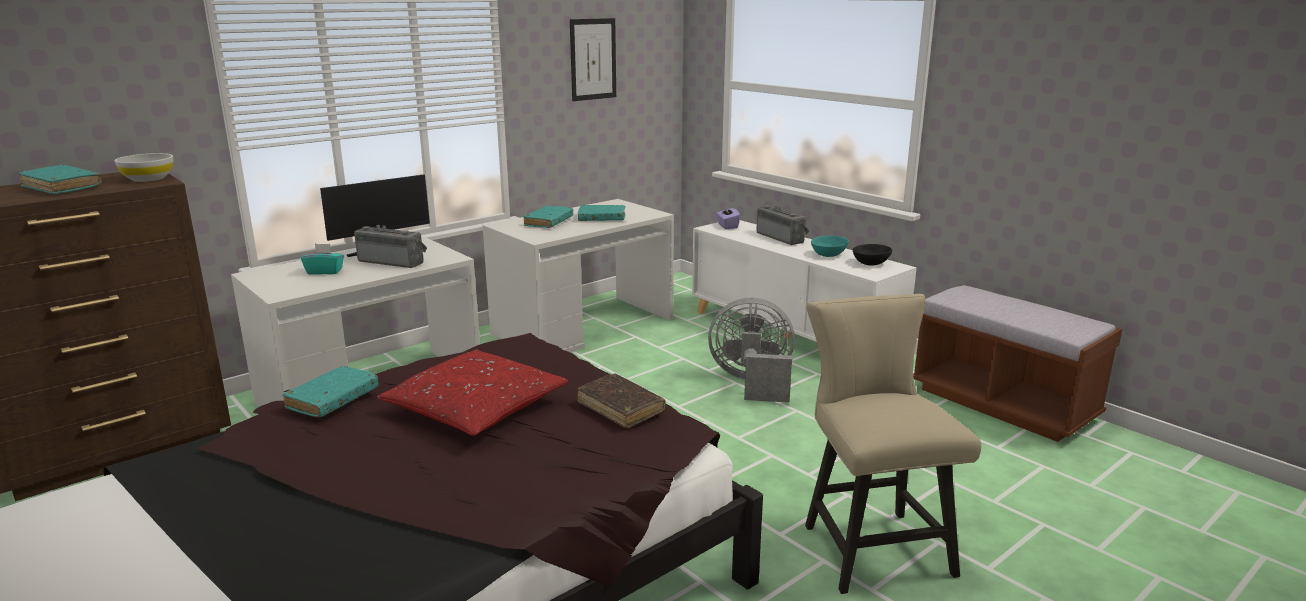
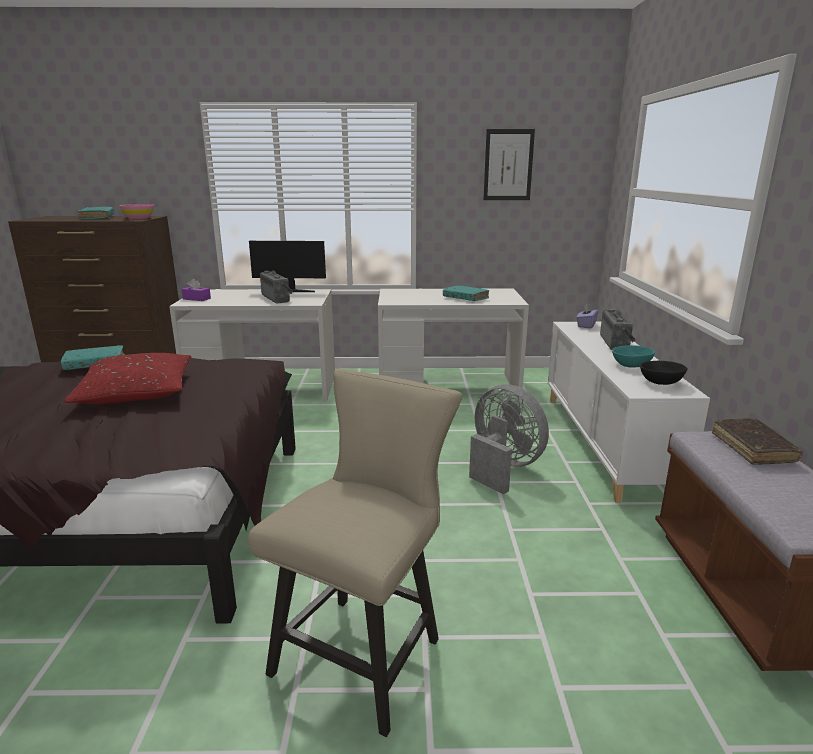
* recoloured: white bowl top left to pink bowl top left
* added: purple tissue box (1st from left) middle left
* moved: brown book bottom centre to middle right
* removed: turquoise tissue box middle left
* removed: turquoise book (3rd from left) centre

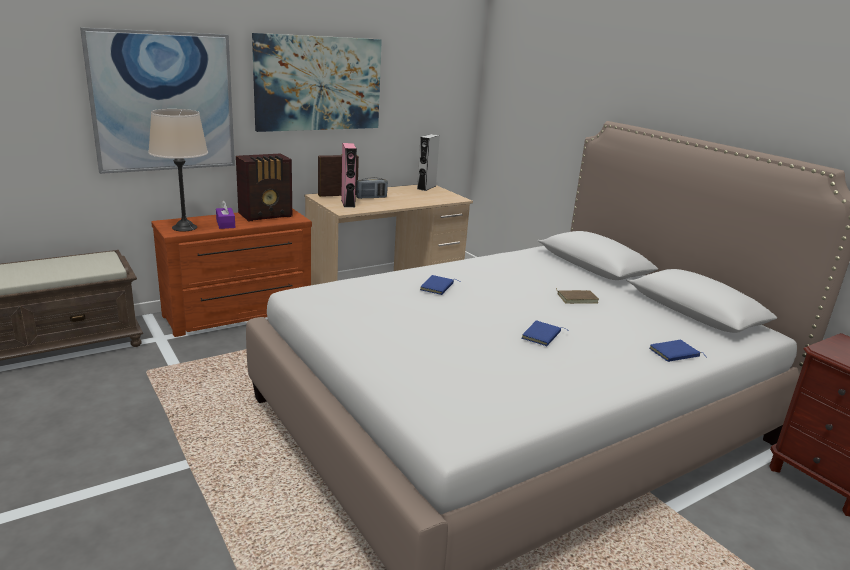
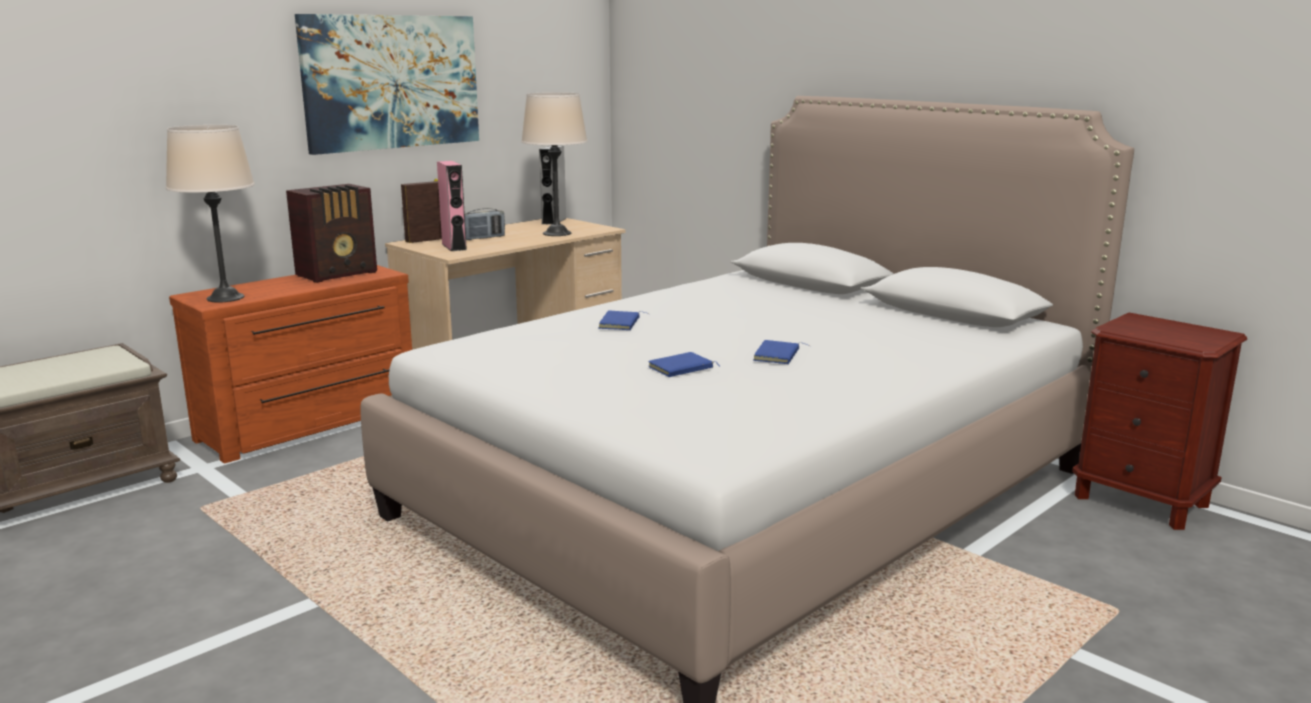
* added: beige table lamp (2nd from left) top centre
* moved: blue book (3rd from left in the first image) middle right to blue book (2nd from left) centre
* removed: picture (1st from left) top left
* removed: purple tissue box middle left
* removed: brown book middle right

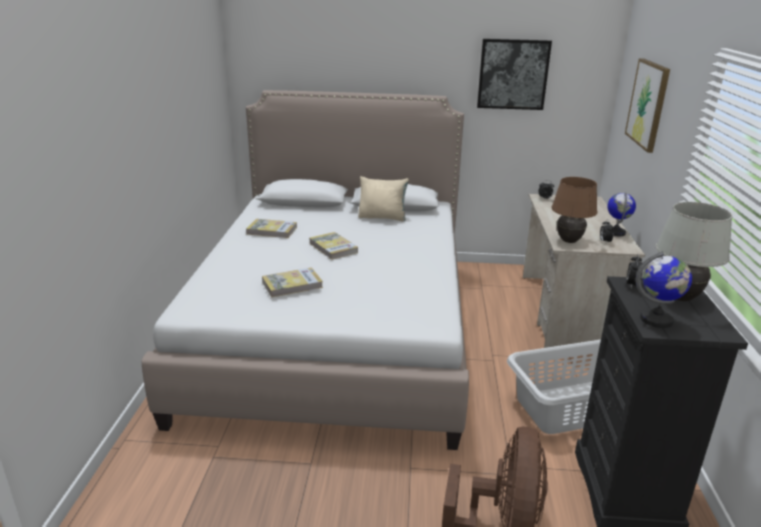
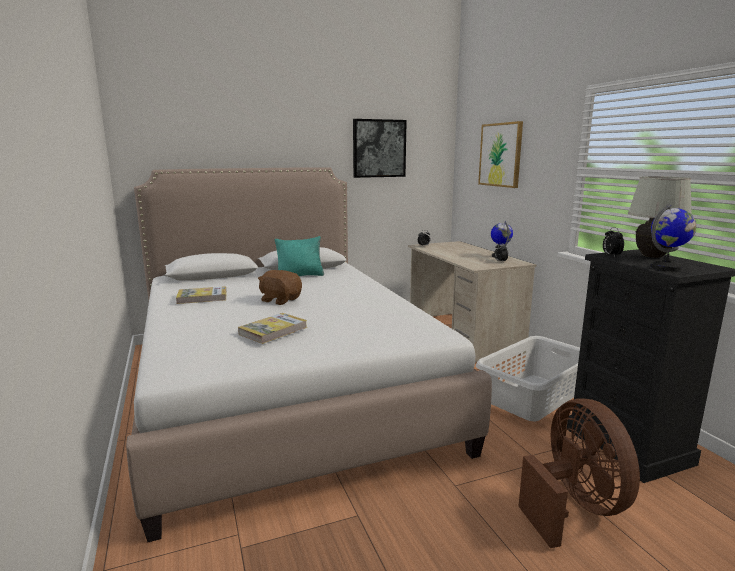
* replaced: book (3rd from left) centre to brown plush toy centre
* recoloured: beige pillow centre to turquoise pillow centre
* removed: brown table lamp middle right

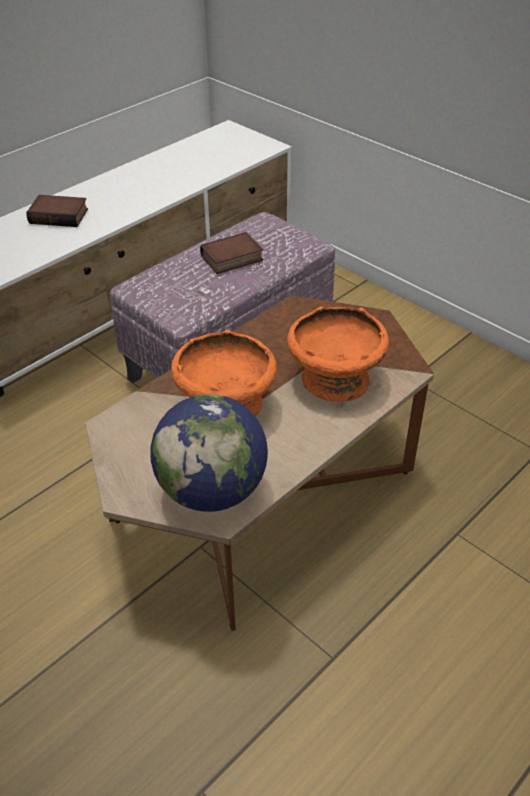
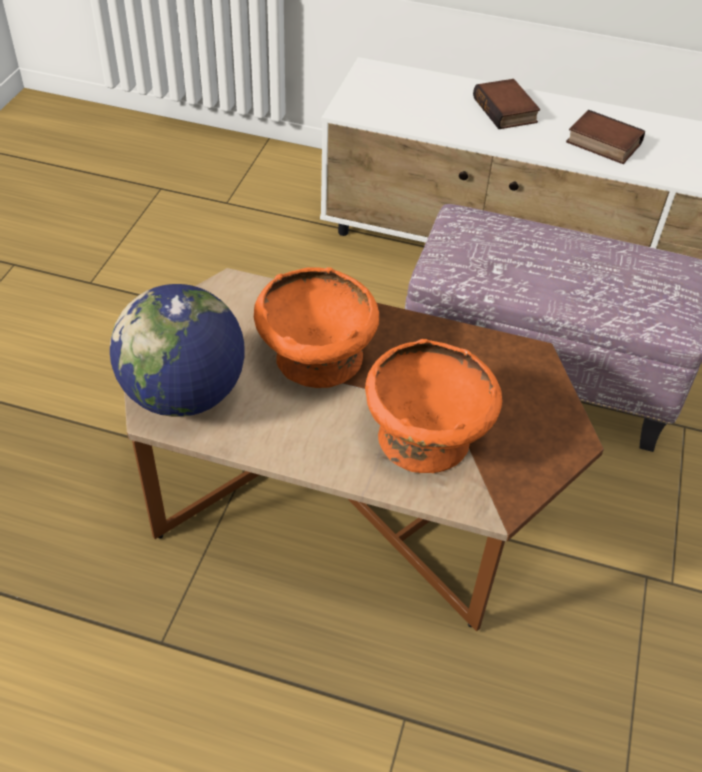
* moved: book (2nd from left) top centre to top right

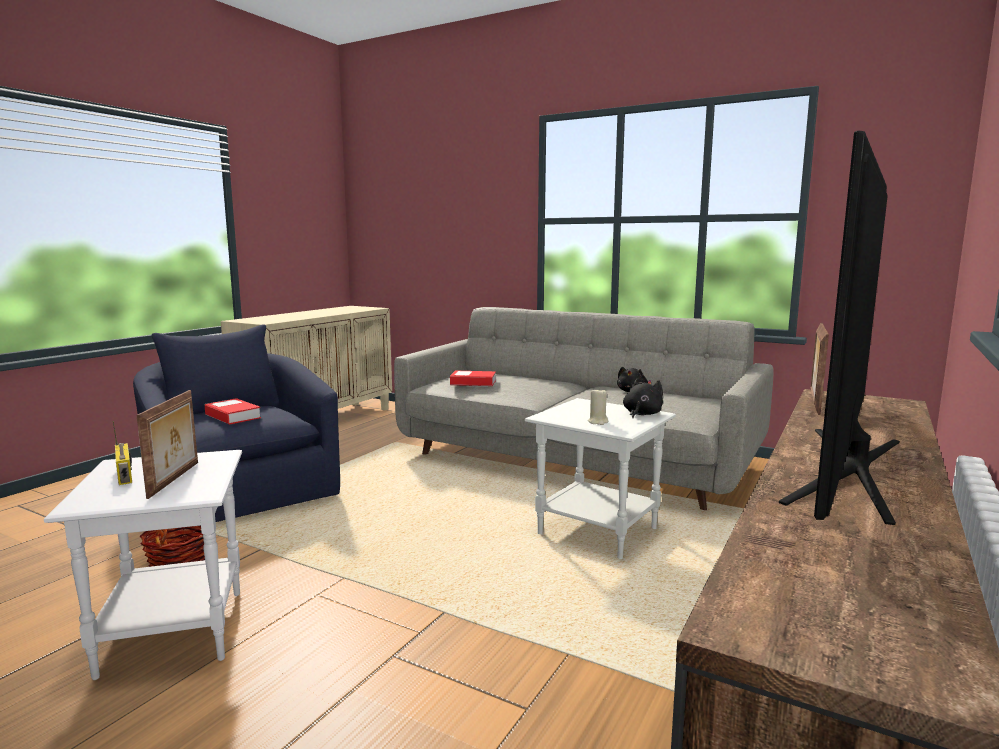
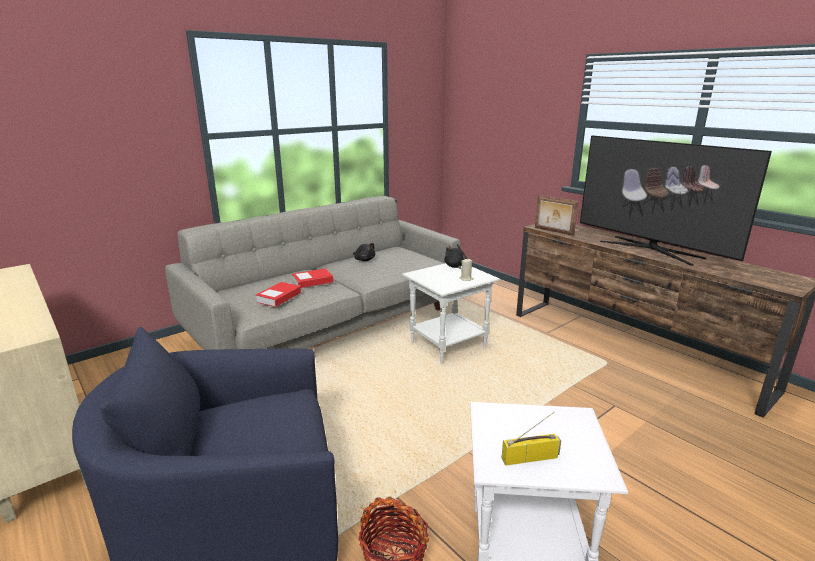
* moved: book (1st from left in the first image) middle left to book (2nd from left) centre
* removed: picture frame (1st from left) middle left

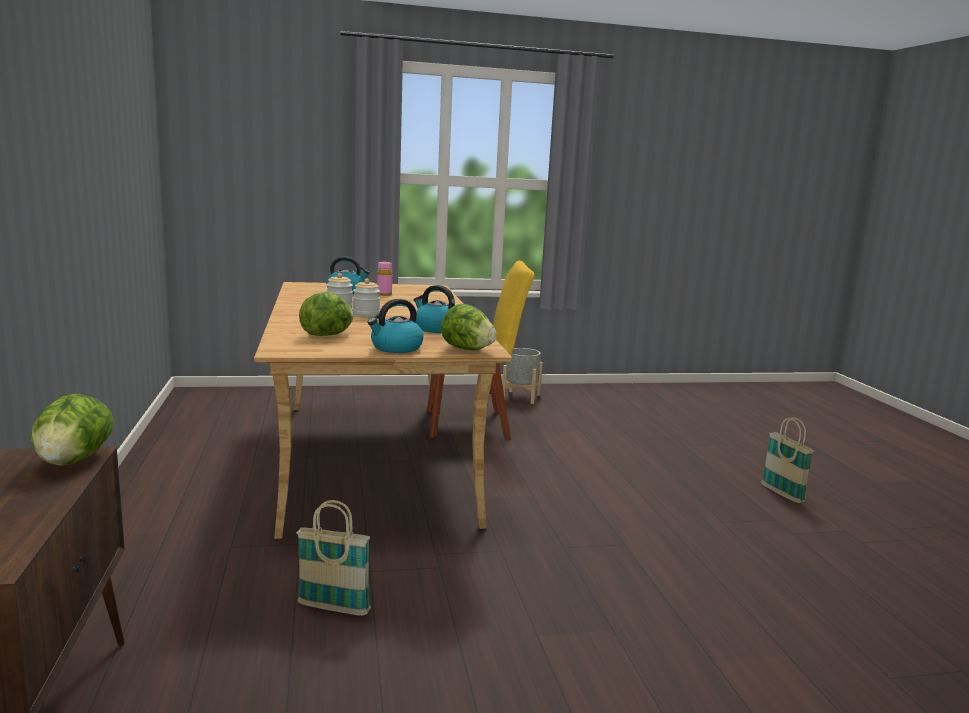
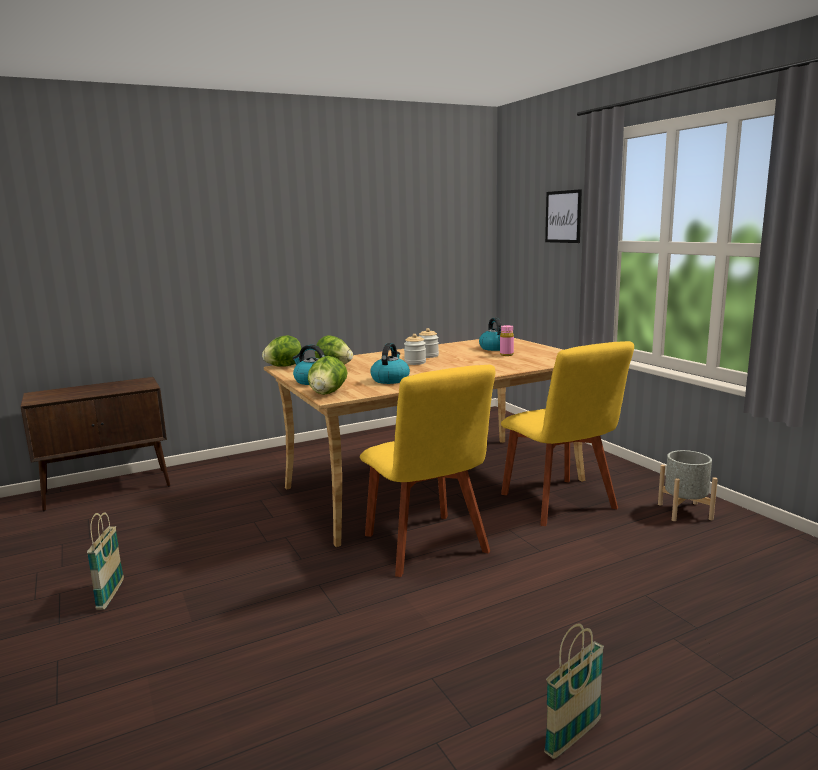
* moved: basket (1st from left) bottom centre to bottom left
* moved: lettuce (1st from left) middle left to centre
* added: yellow chair (1st from left) centre
* added: picture top right

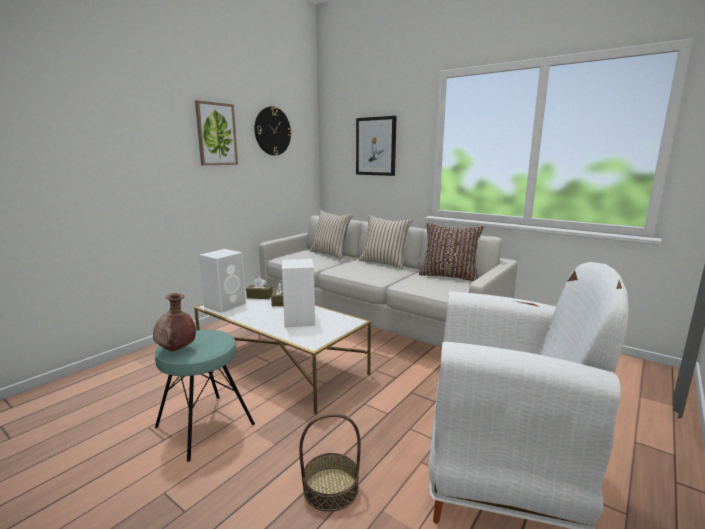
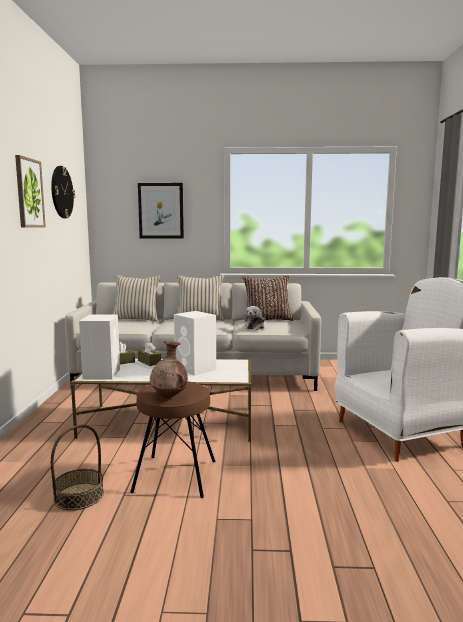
* moved: basket bottom centre to bottom left
* recoloured: turquoise stool bottom left to brown stool bottom centre
* added: plush toy centre

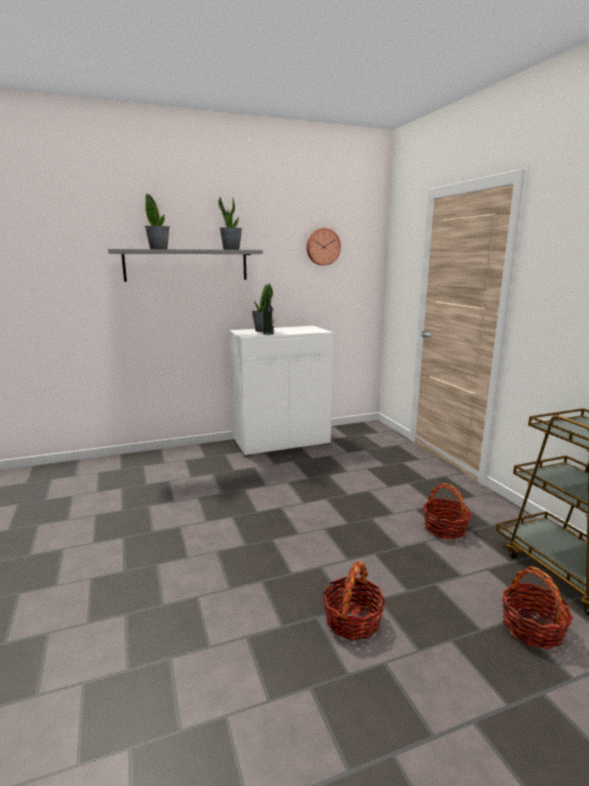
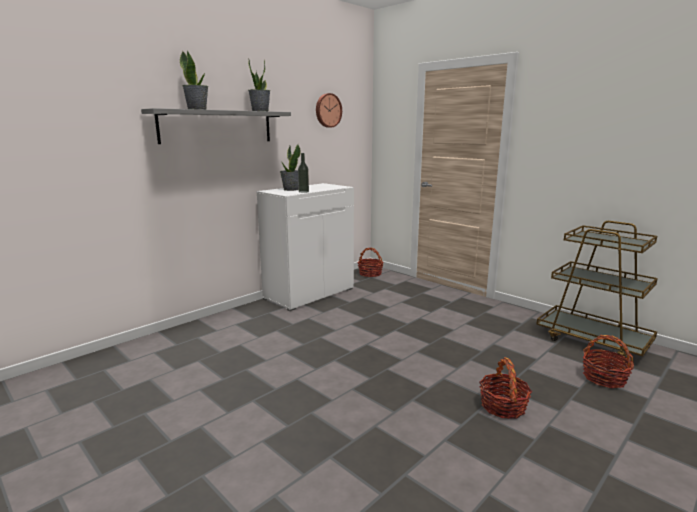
* moved: basket (2nd from left in the first image) middle right to basket (1st from left) centre

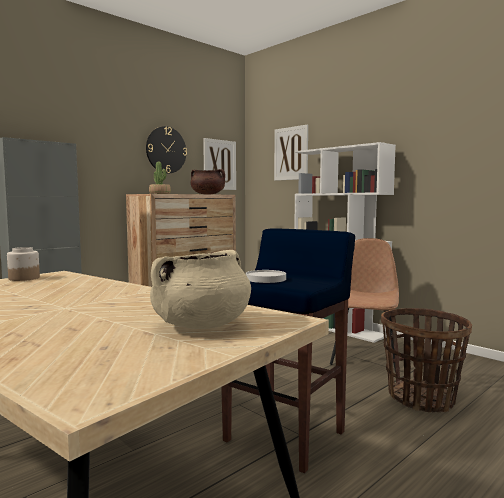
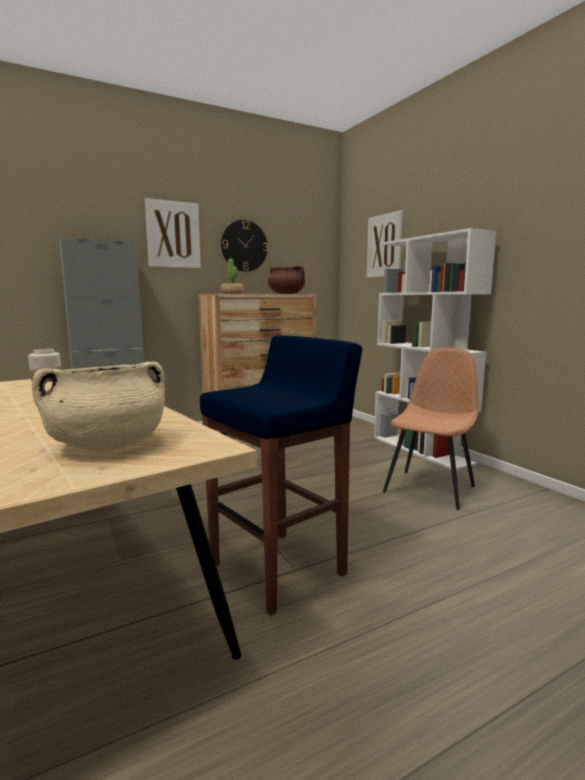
* moved: picture (1st from left) top centre to top left
* removed: white plate centre
* removed: basket bottom right

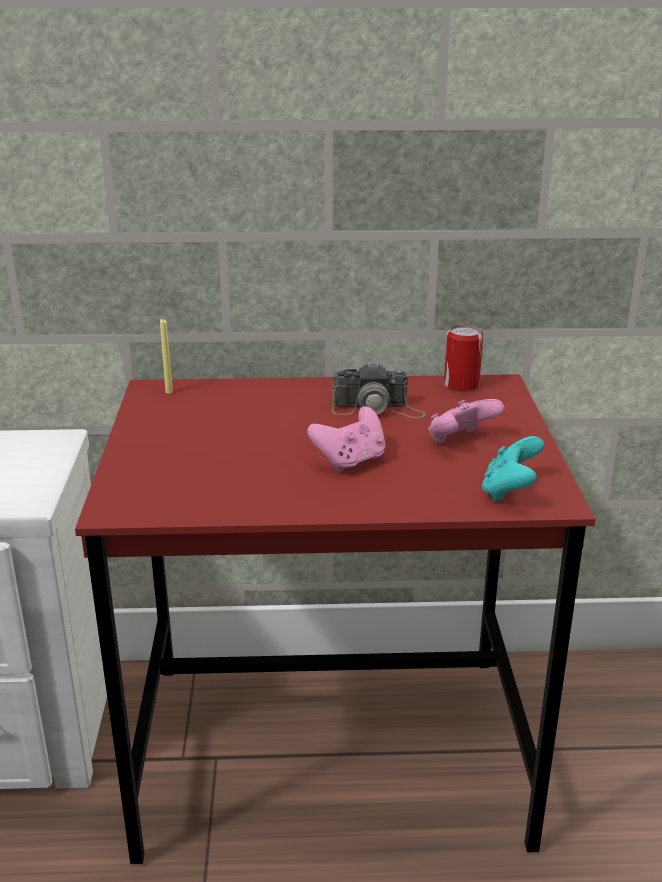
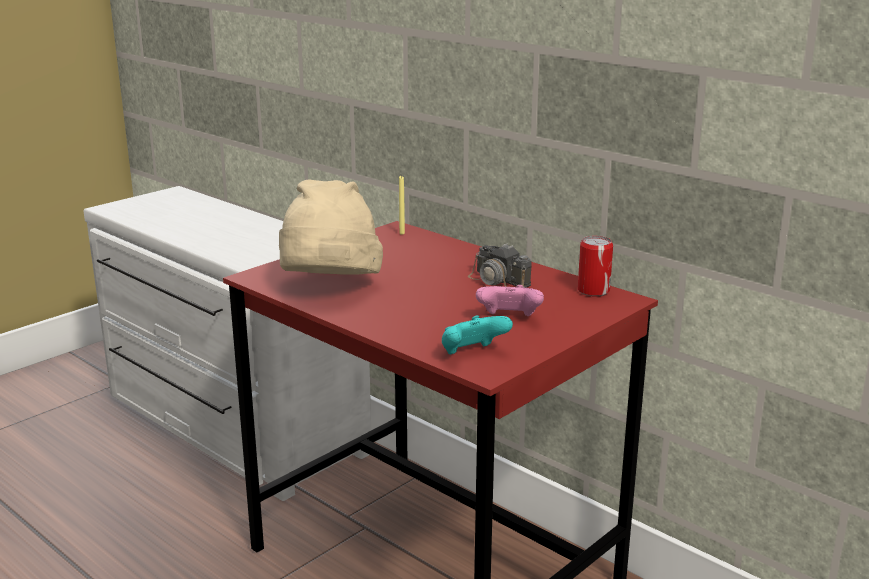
* added: beige hat centre
* removed: pink game controller (1st from left) centre

